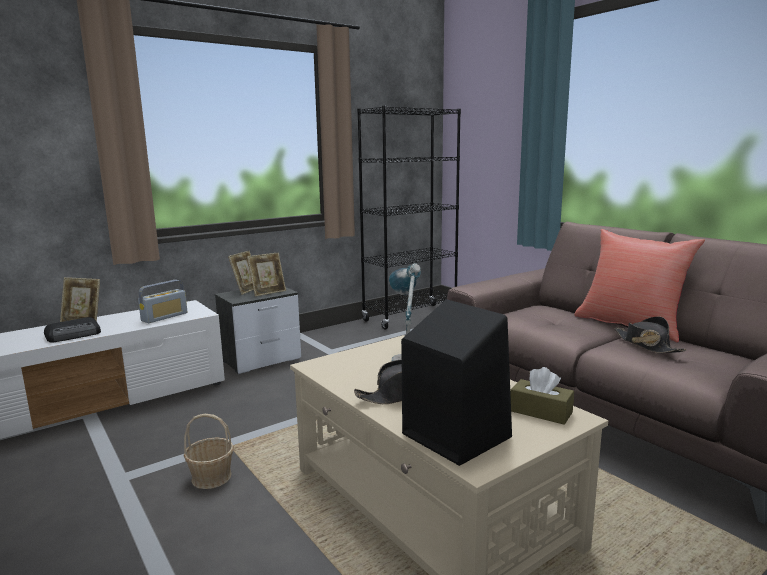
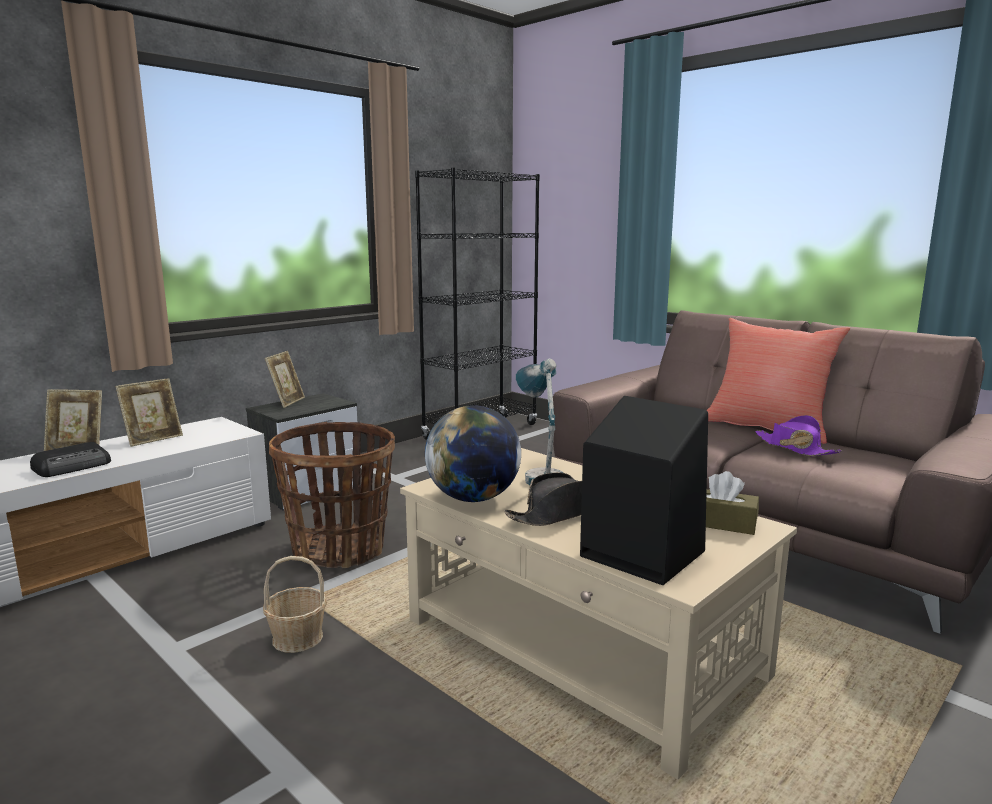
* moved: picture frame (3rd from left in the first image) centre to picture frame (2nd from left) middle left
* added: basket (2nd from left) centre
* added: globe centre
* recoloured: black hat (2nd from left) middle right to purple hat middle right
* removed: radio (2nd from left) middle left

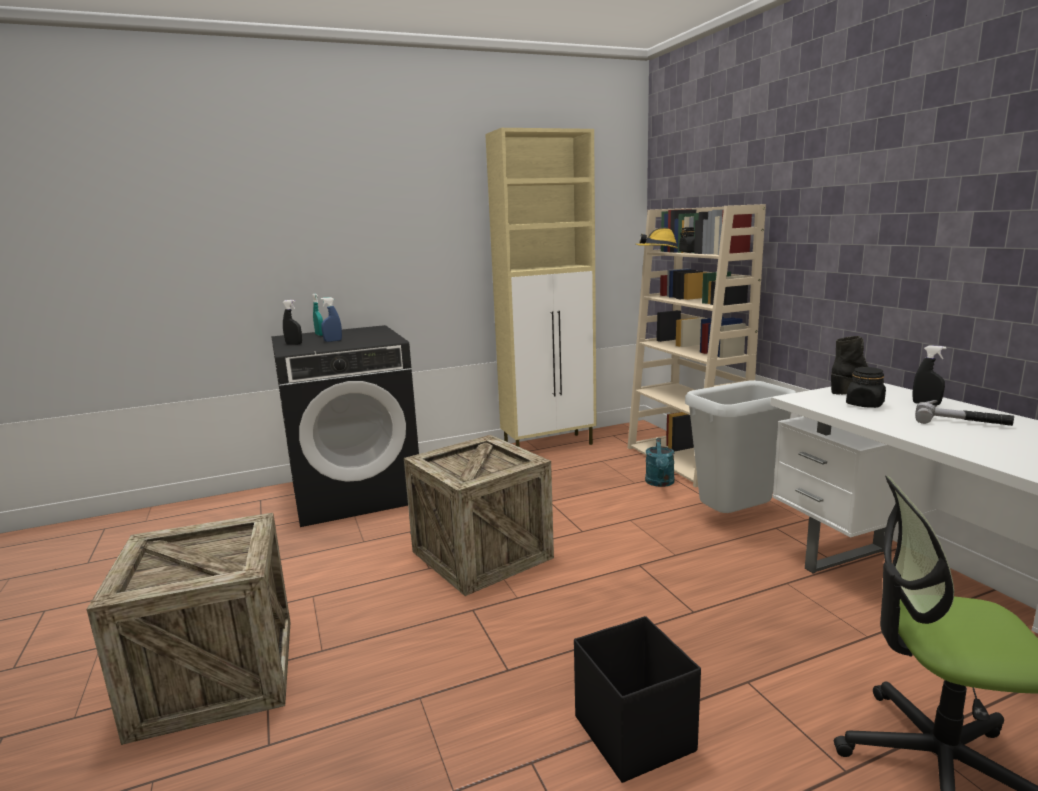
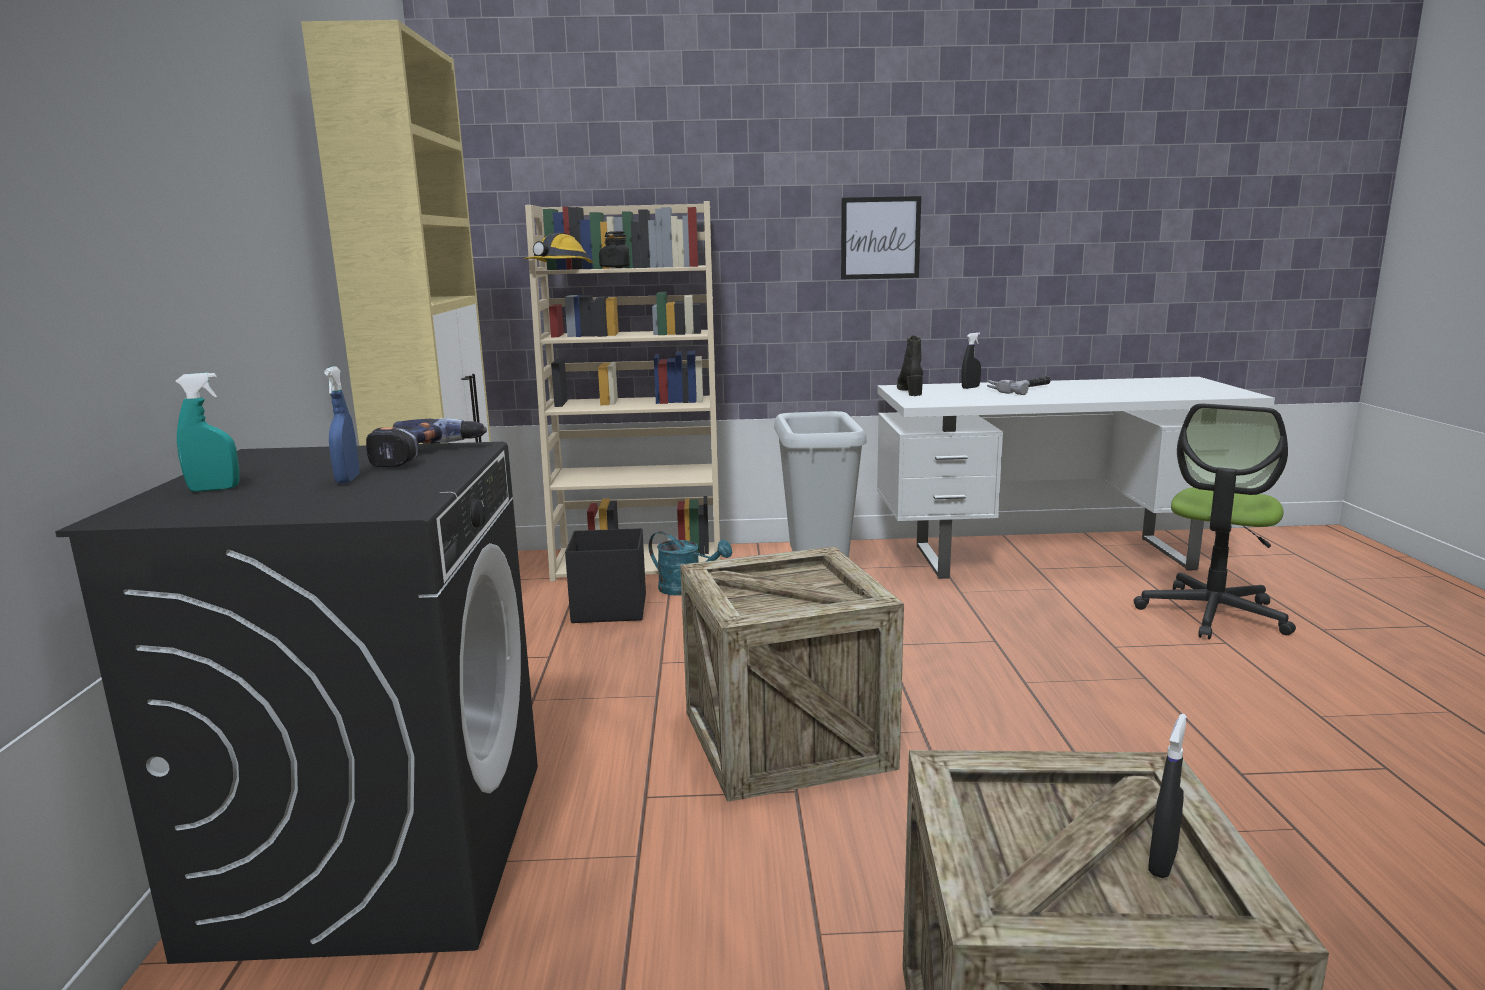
* added: power drill middle left
* moved: black storage box bottom centre to centre
* added: picture top centre
* moved: black spray bottle (1st from left in the first image) middle left to black spray bottle (2nd from left) bottom right
* removed: black jar (2nd from left) middle right

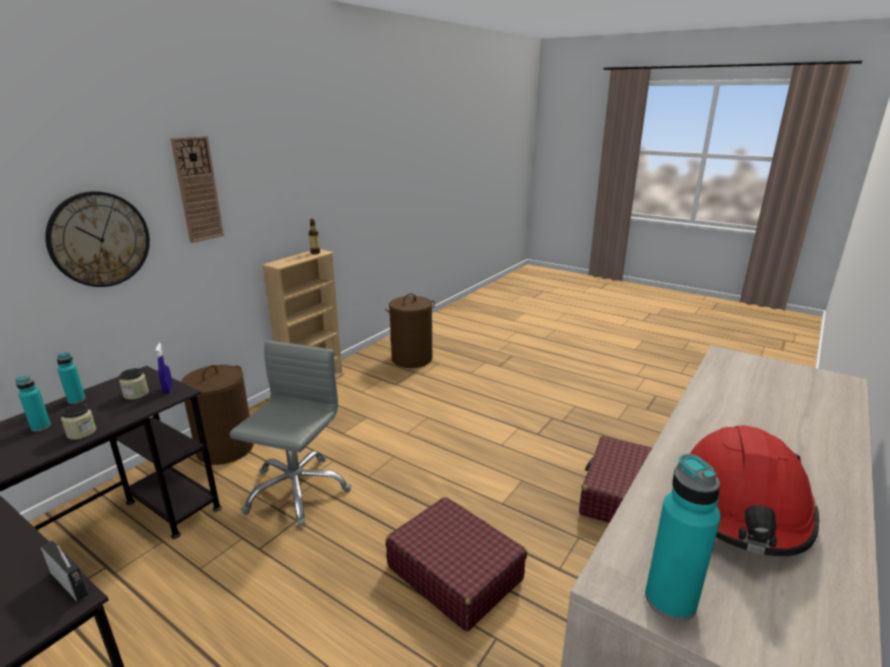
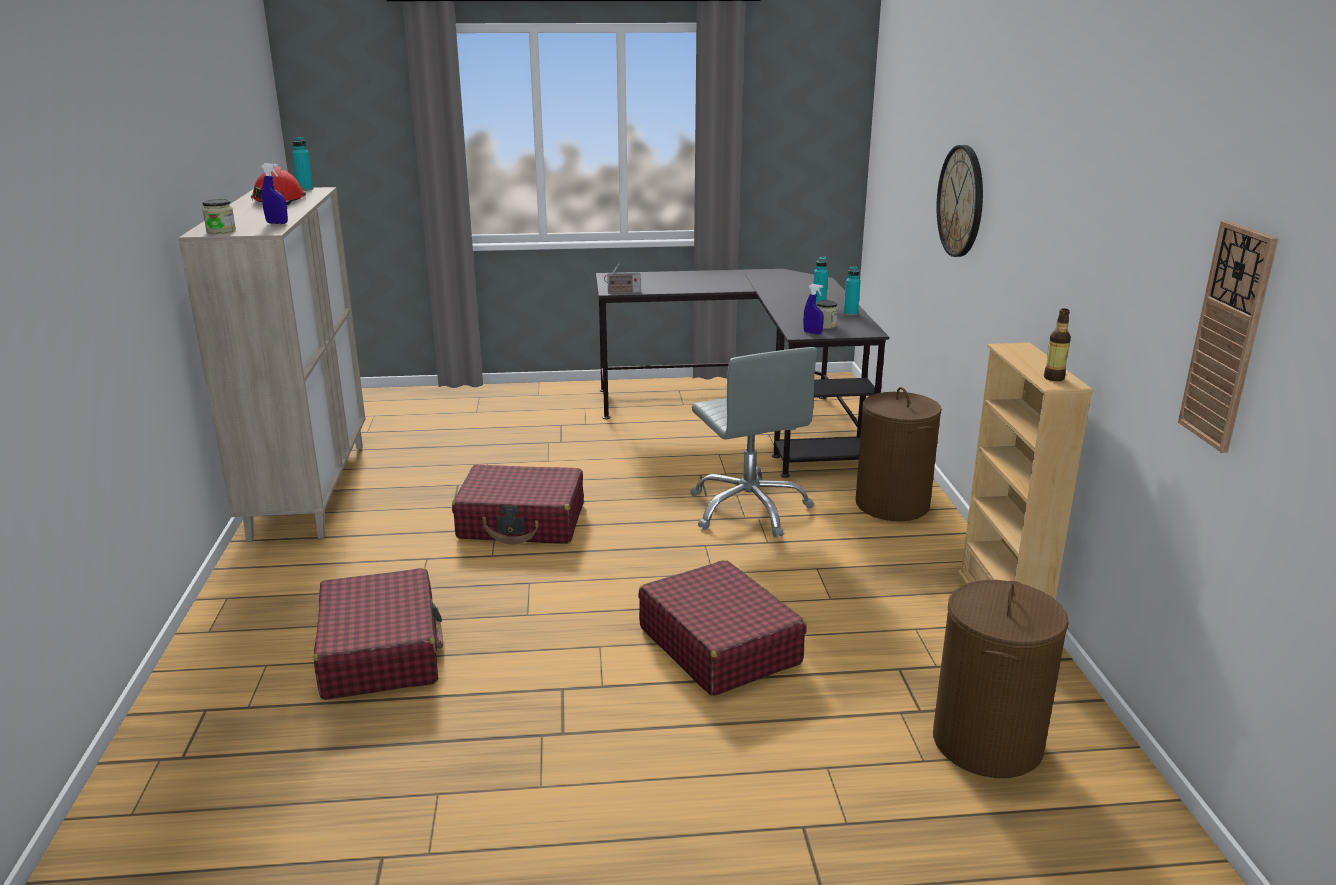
* moved: jar (1st from left) middle left to top left
* added: blue spray bottle (1st from left) top left
* added: red suitcase (3rd from left) bottom centre
* moved: wall clock (2nd from left) top left to middle right

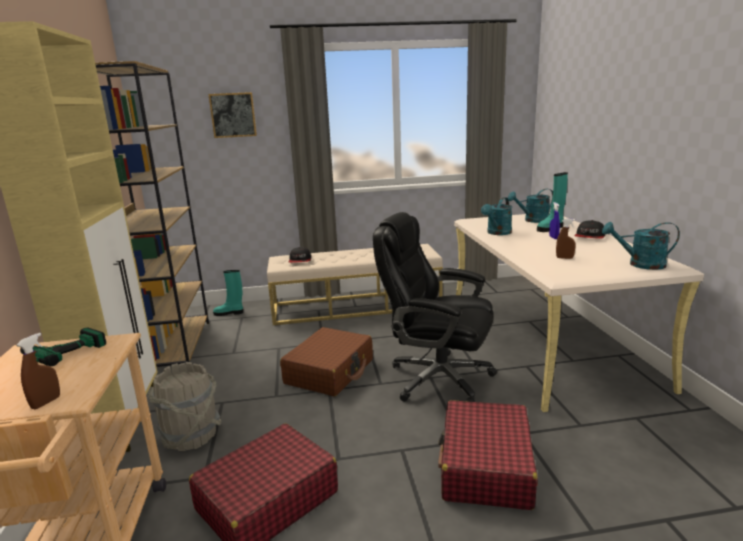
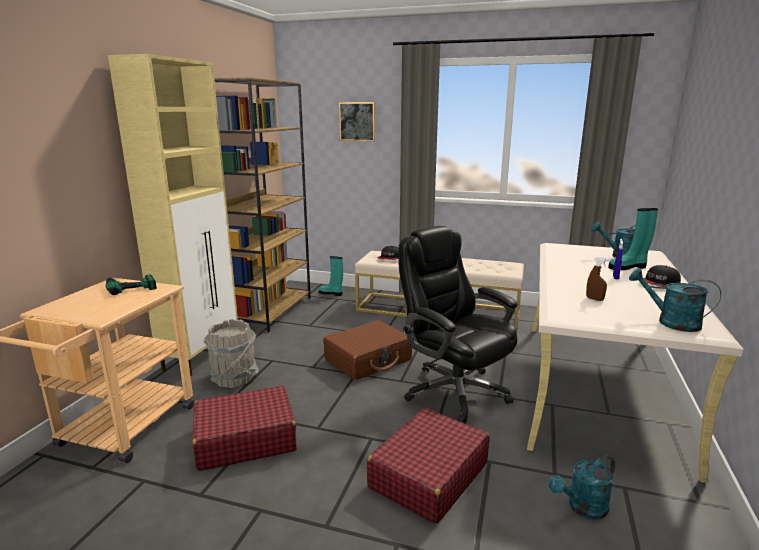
* moved: turquoise watering can (1st from left) middle right to bottom right
* removed: brown spray bottle (1st from left) bottom left

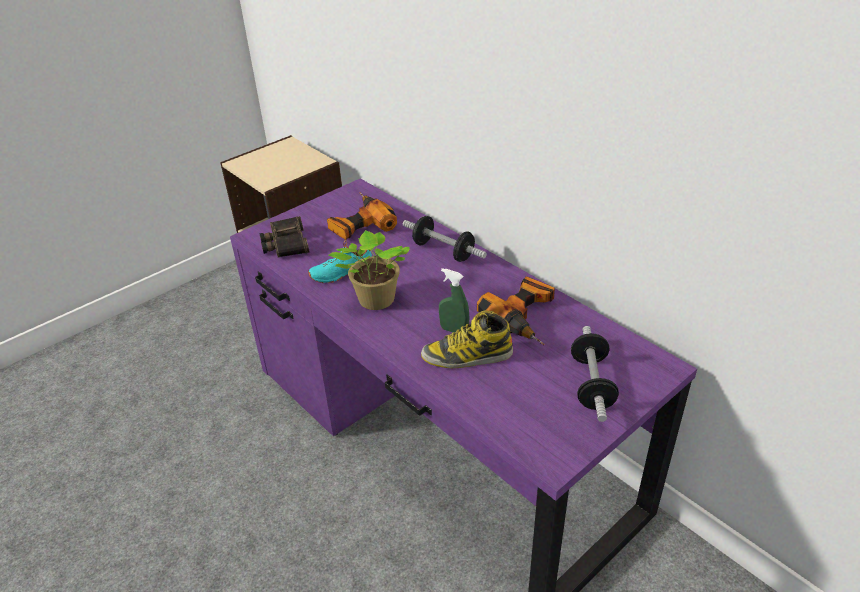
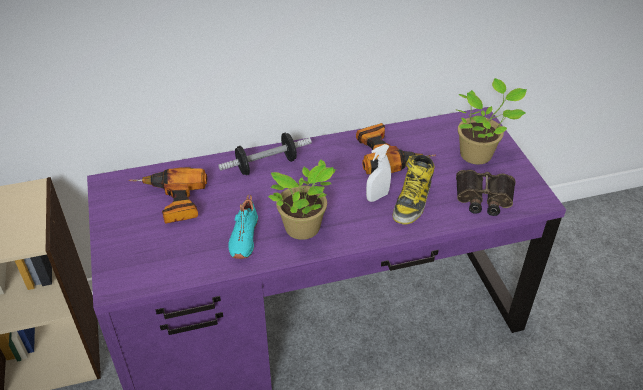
* recoloured: green spray bottle centre to white spray bottle centre
* moved: binoculars middle left to middle right
* replaced: dumbbell (2nd from left) middle right to potted plant (2nd from left) top right

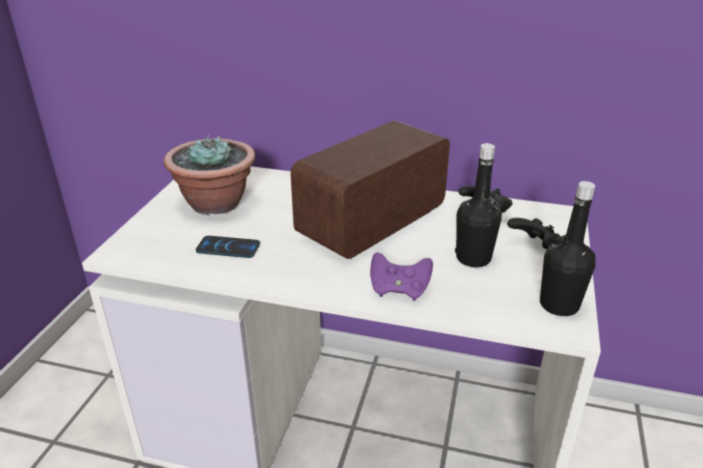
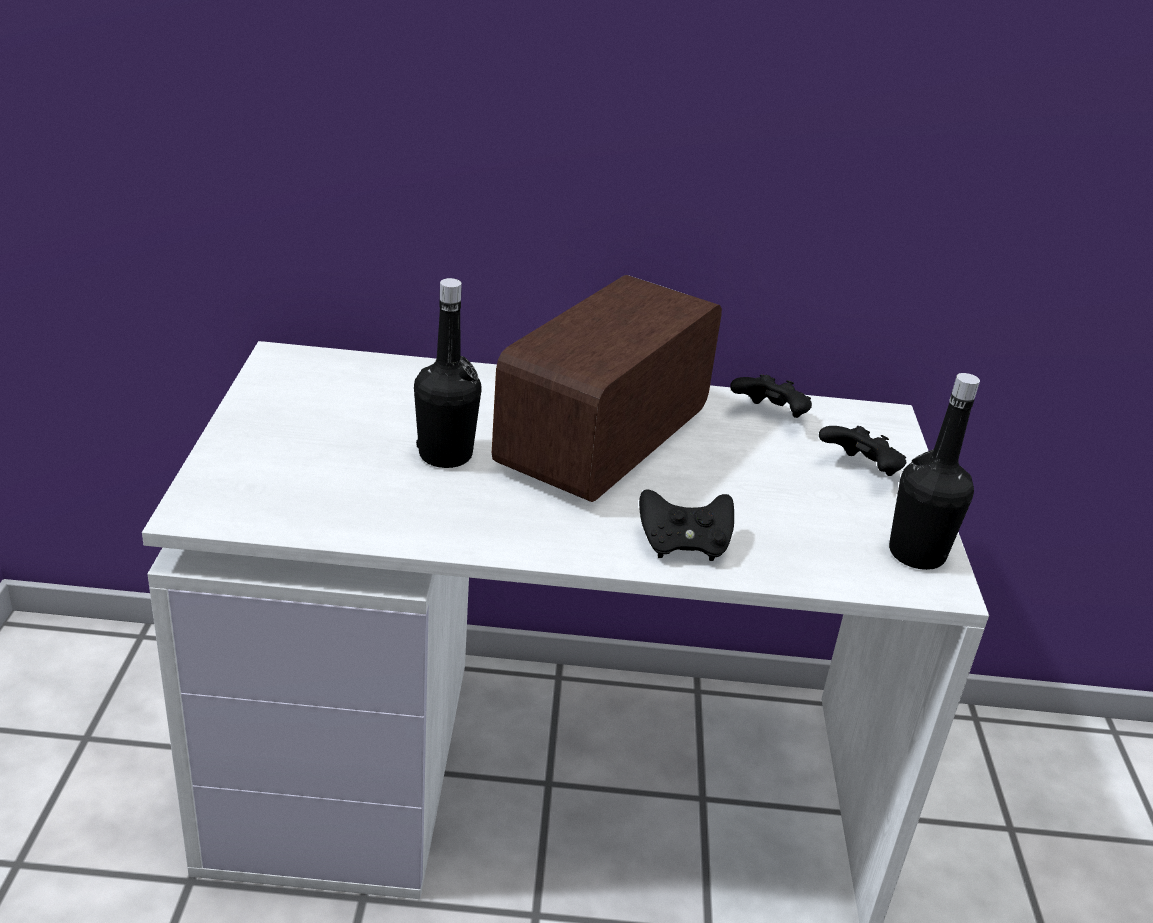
* moved: black bottle (1st from left) middle right to centre
* recoloured: purple game controller centre to black game controller (1st from left) centre
* removed: potted plant middle left
* removed: phone middle left

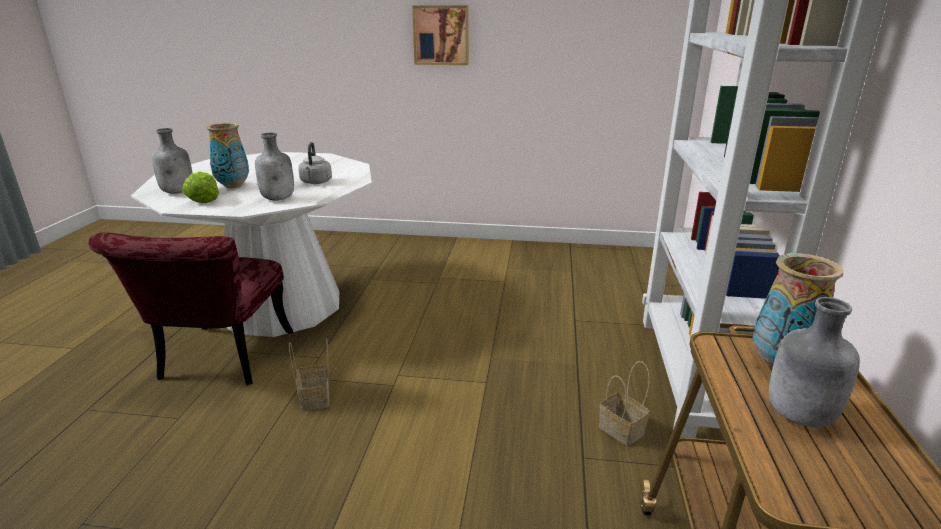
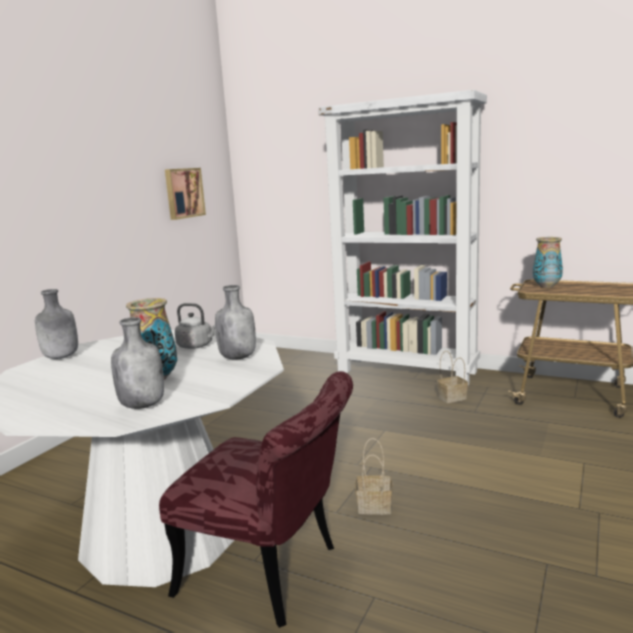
* moved: grey bottle (3rd from left in the first image) bottom right to grey bottle (1st from left) middle left
* moved: picture top centre to top left
* removed: lettuce middle left

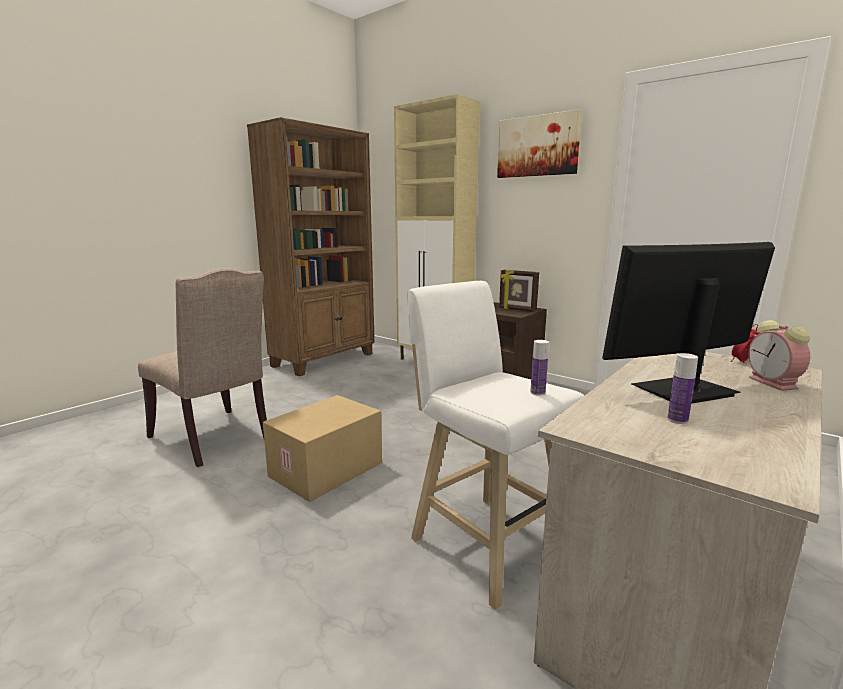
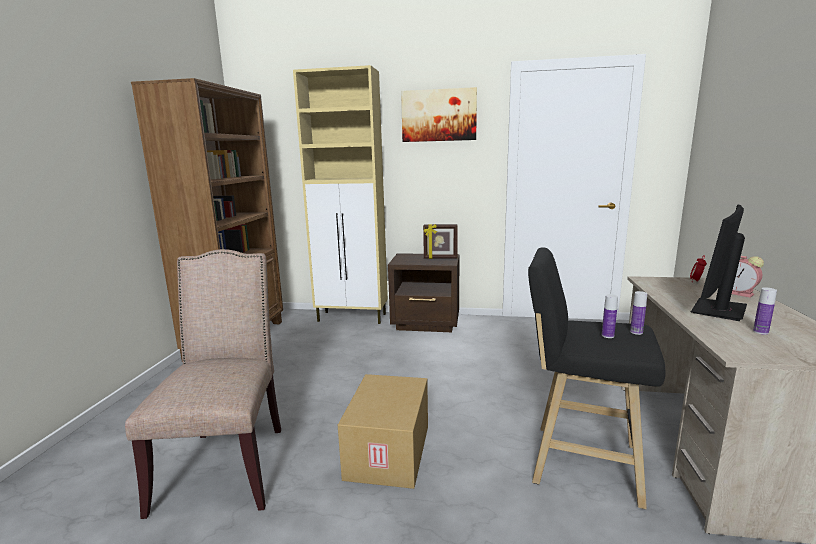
* turned: beige chair middle left = bottom left 105 degrees counterclockwise
* recoloured: white stool centre to black stool bottom right
* added: bottle (1st from left) middle right

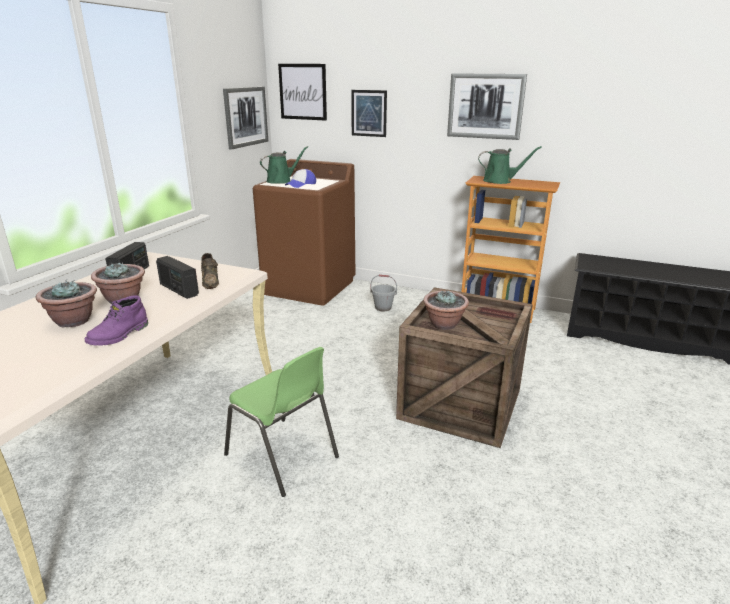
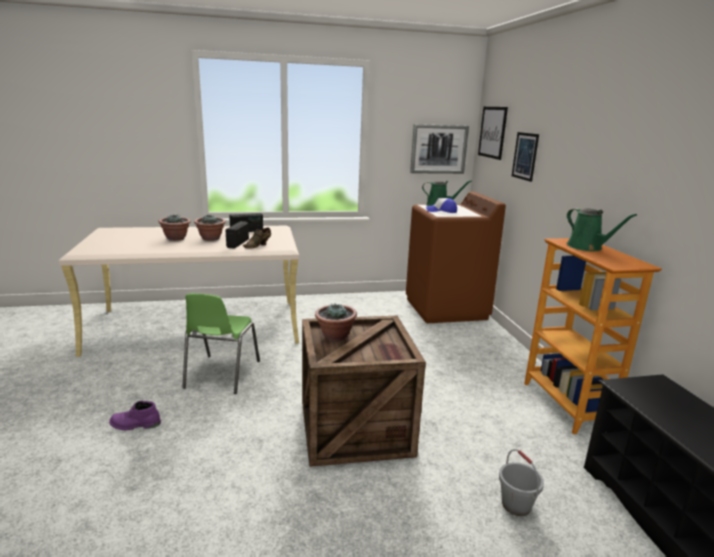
* moved: purple boot middle left to bottom left
* moved: grey bucket centre to bottom right
* removed: picture (4th from left) top right

